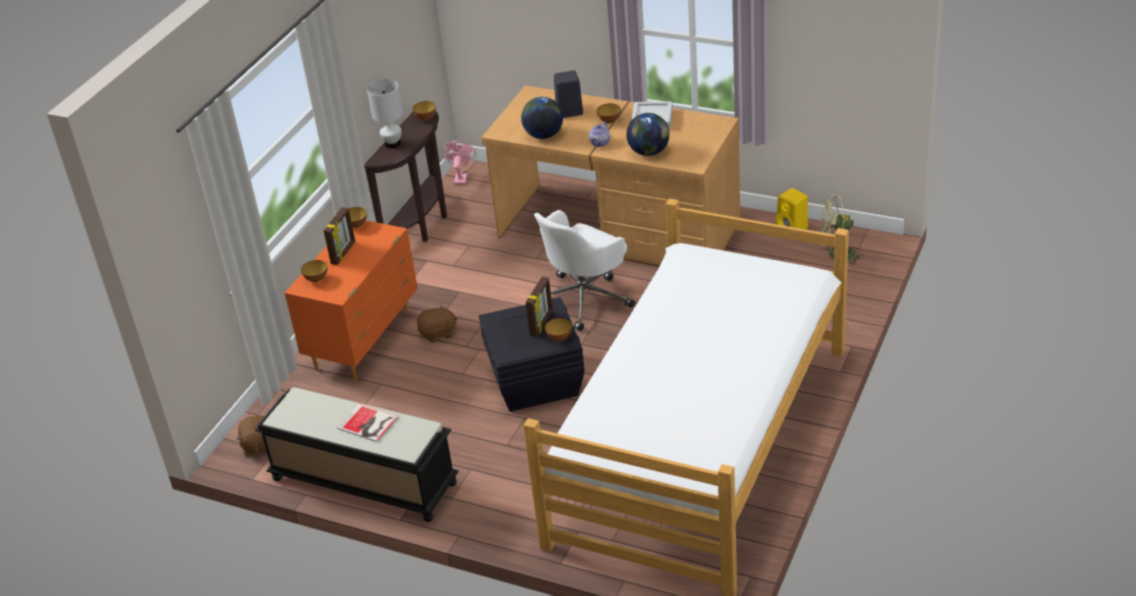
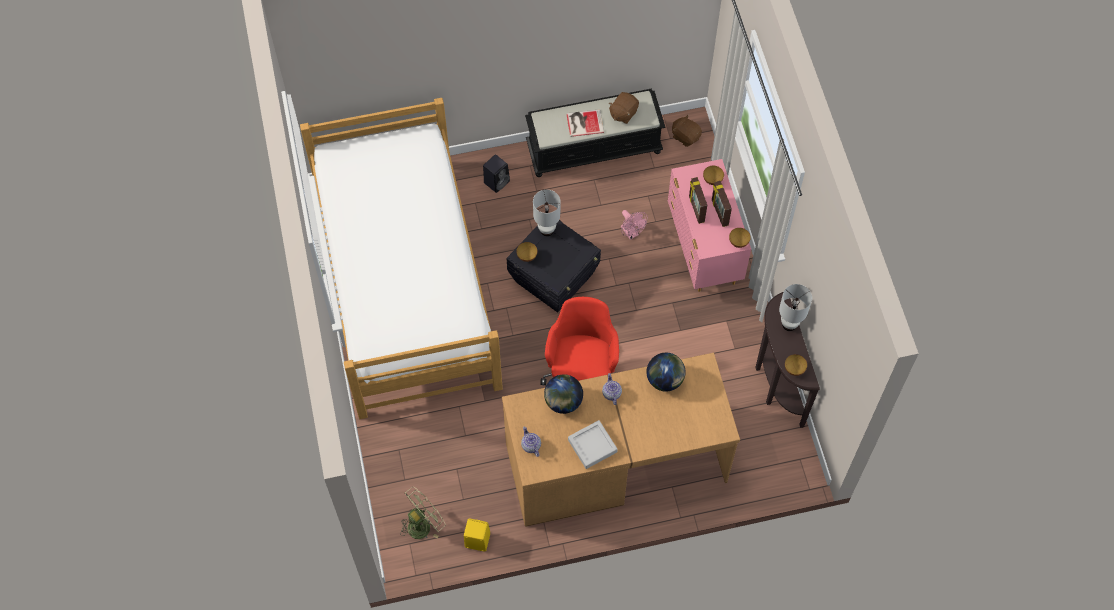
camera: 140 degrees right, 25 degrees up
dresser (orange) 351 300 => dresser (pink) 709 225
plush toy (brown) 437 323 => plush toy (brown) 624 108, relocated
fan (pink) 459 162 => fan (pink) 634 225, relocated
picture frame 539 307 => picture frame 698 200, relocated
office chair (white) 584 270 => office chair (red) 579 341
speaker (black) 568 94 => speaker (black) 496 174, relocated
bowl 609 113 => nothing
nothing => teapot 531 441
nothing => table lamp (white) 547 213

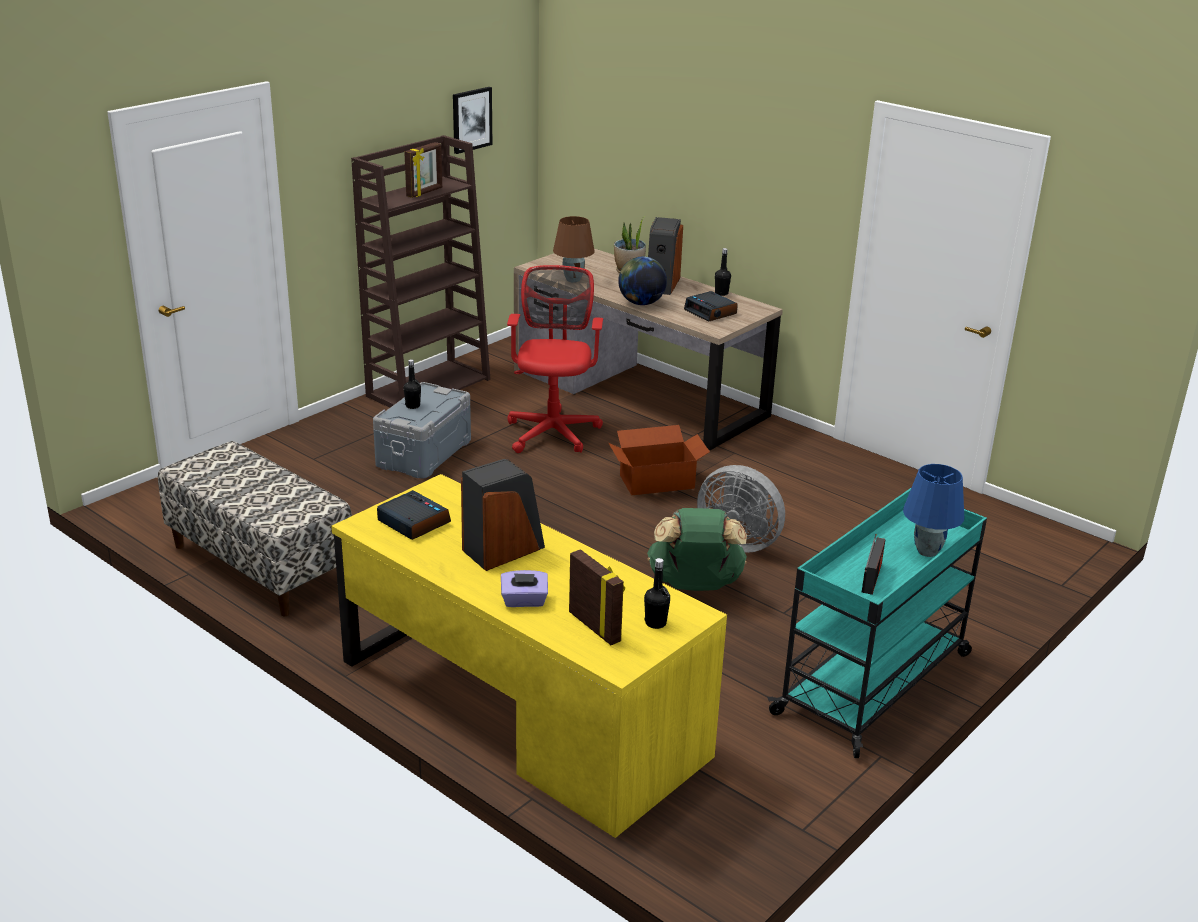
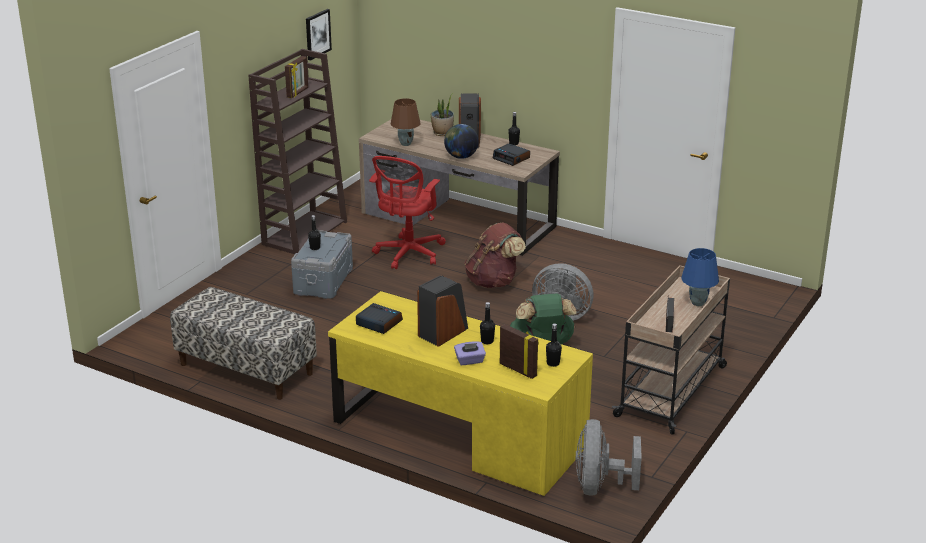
camera: 10 degrees left, 0 degrees up
office chair (red) 555 359 => office chair (red) 407 212, 150 degrees counterclockwise
cardboard box 659 460 => backpack (brown) 495 255
cart (turquoise) 877 623 => cart (beige) 670 350
nothing => bottle (black) 487 323
nothing => fan (grey) 609 457

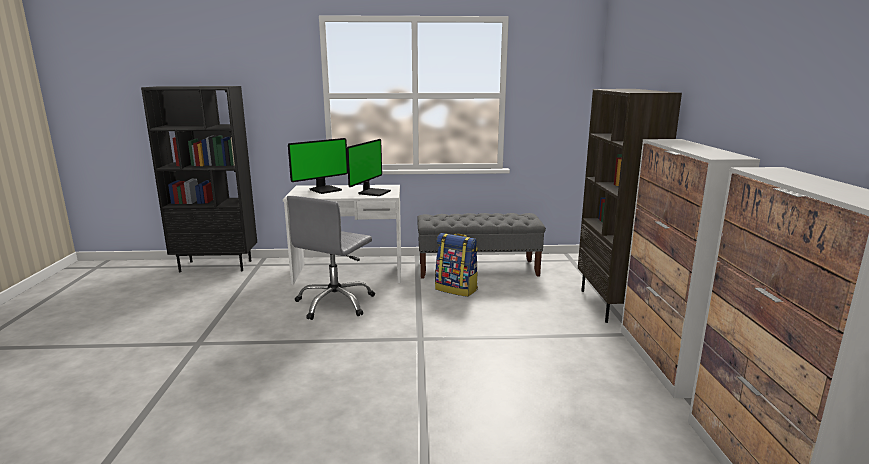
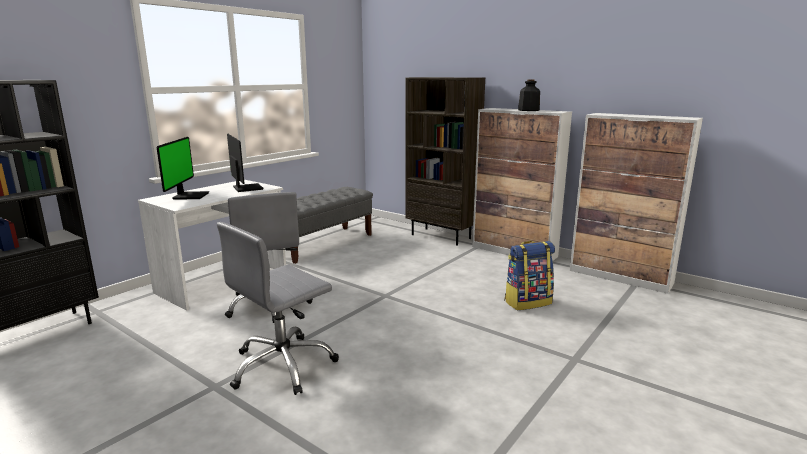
camera: 50 degrees left, 0 degrees up
backpack 456 265 => backpack 530 275, relocated
nothing => office chair (grey) 278 308
nothing => bottle 529 95

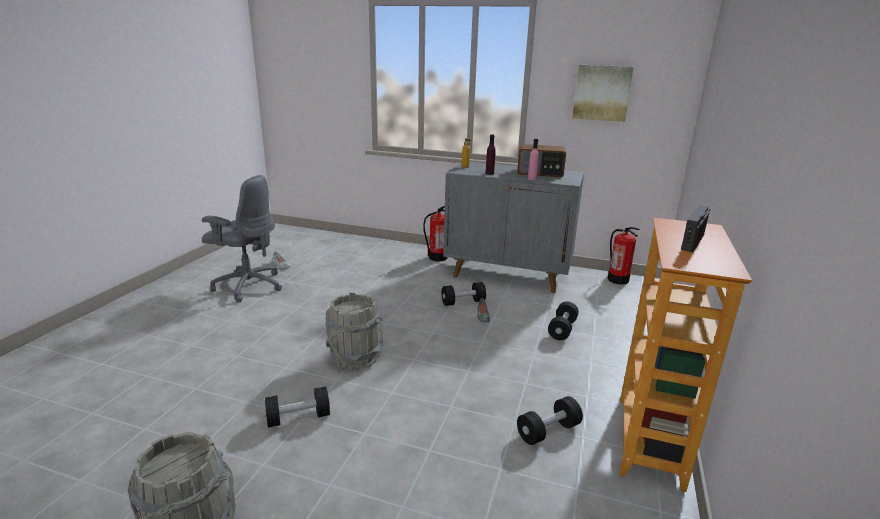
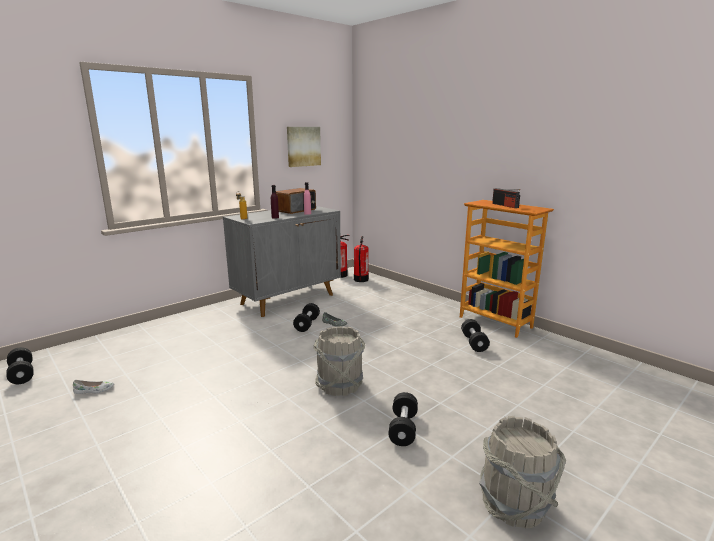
camera: 60 degrees left, 5 degrees down
office chair (grey) 242 238 => nothing
fire extinguisher 435 233 => fire extinguisher 361 259, relocated
dumbbell (black) 563 320 => dumbbell (black) 20 365, relocated

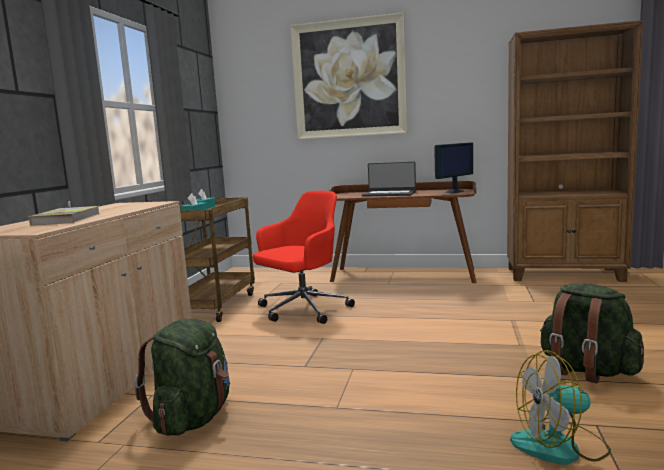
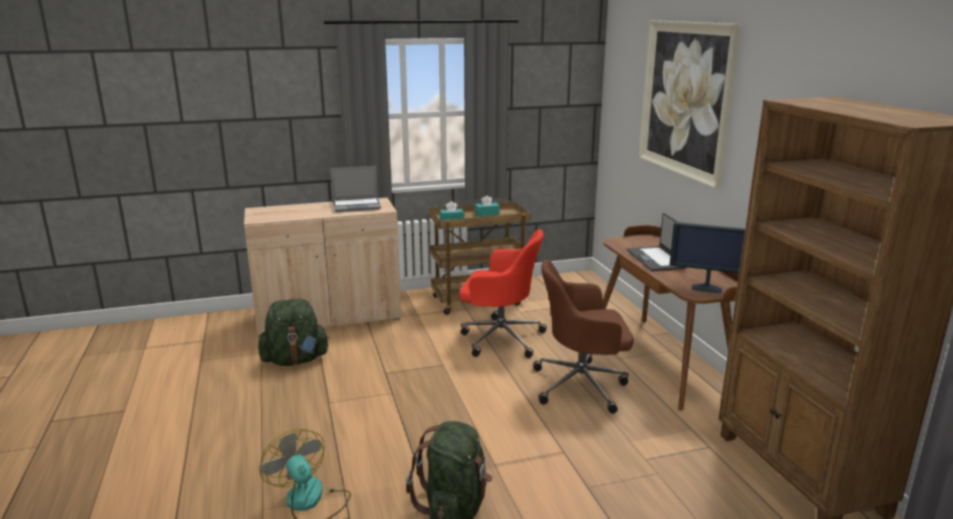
camera: 60 degrees right, 10 degrees up
book 63 216 => nothing
nothing => laptop 356 189
nothing => office chair (brown) 583 336

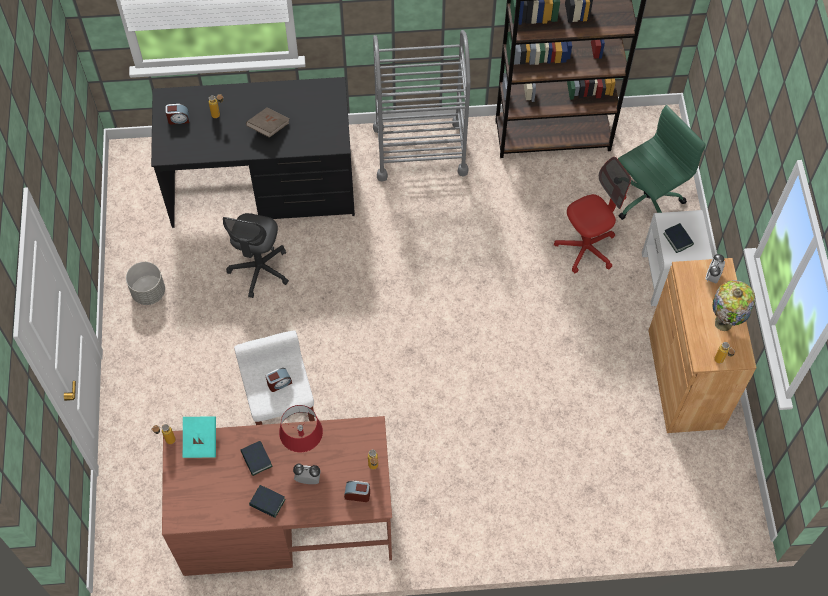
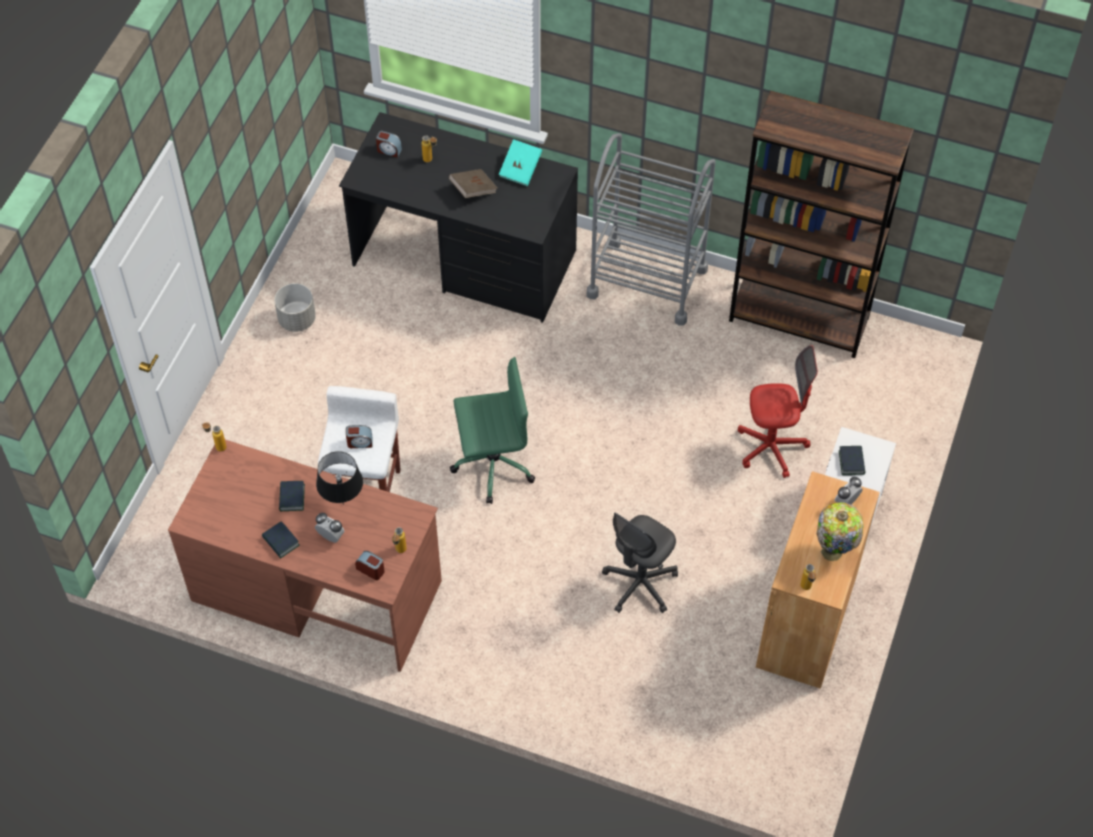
camera: 25 degrees right, 5 degrees down
book (turquoise) 199 437 => book (turquoise) 520 162, relocated
office chair (grey) 256 255 => office chair (grey) 640 563, relocated
table lamp (red) 301 428 => table lamp (black) 339 478
office chair (green) 662 162 => office chair (green) 492 430, relocated

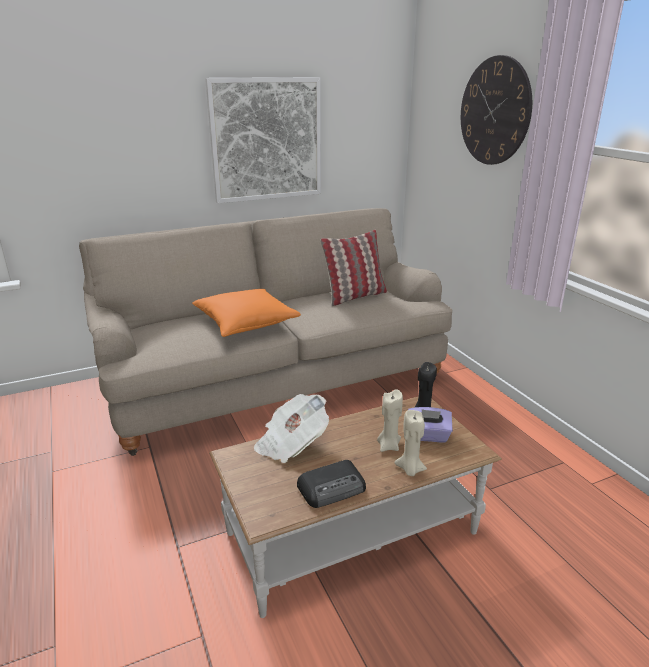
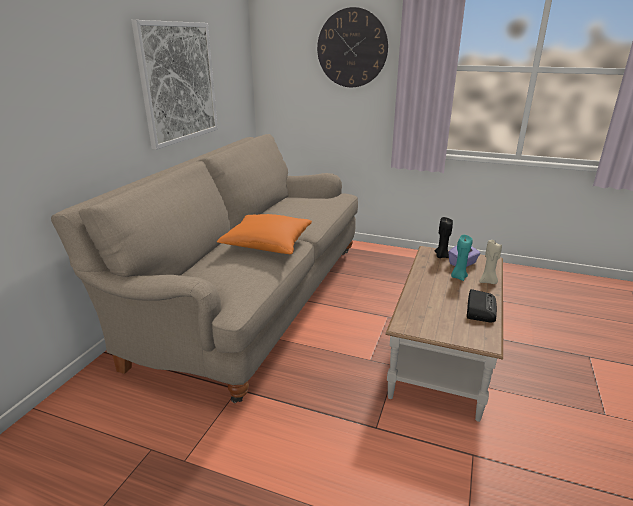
camera: 45 degrees left, 0 degrees up
newspaper 291 428 => nothing
pillow 353 268 => nothing
candle (beige) 390 420 => candle (turquoise) 462 258

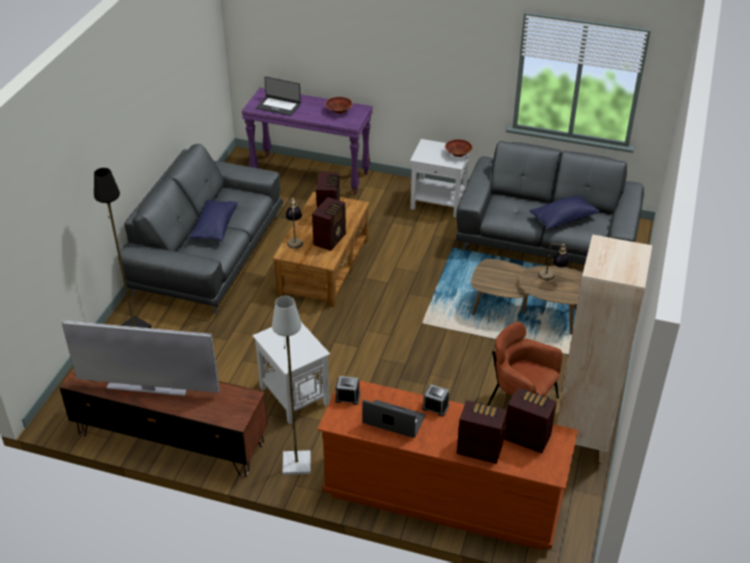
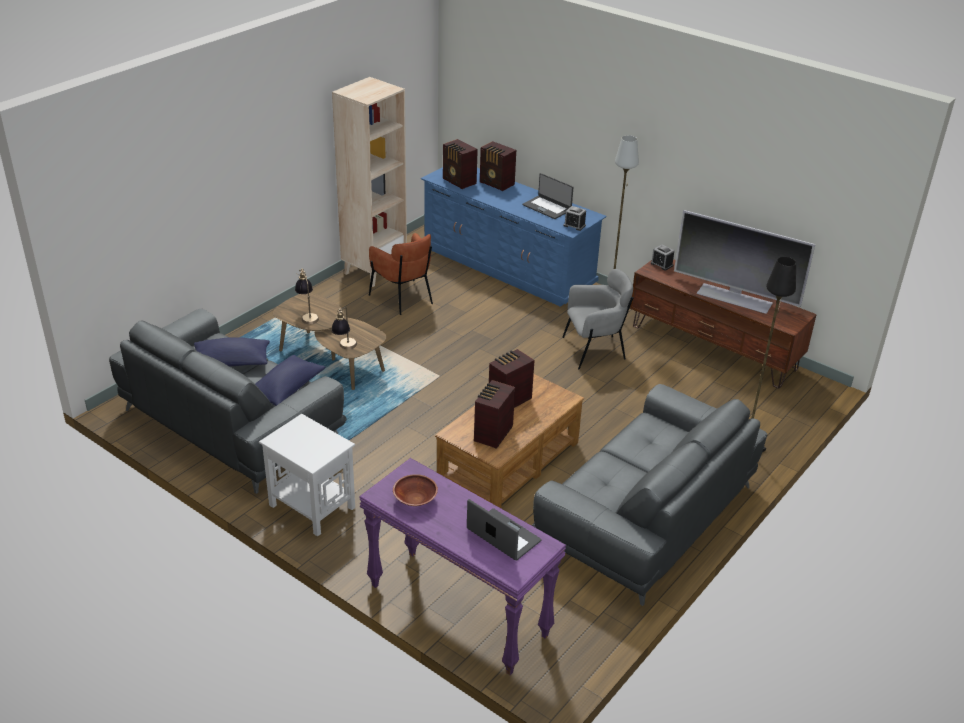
camera: 160 degrees left, 5 degrees down
pillow (blue) 213 220 => pillow (blue) 290 380, relocated
side table (white) 291 373 => armchair (grey) 597 319
table lamp 294 223 => table lamp 344 328, relocated
dresser (brown) 447 465 => dresser (blue) 513 237
alarm clock 435 400 => alarm clock 662 258, relocated
bowl (brown) 459 148 => nothing

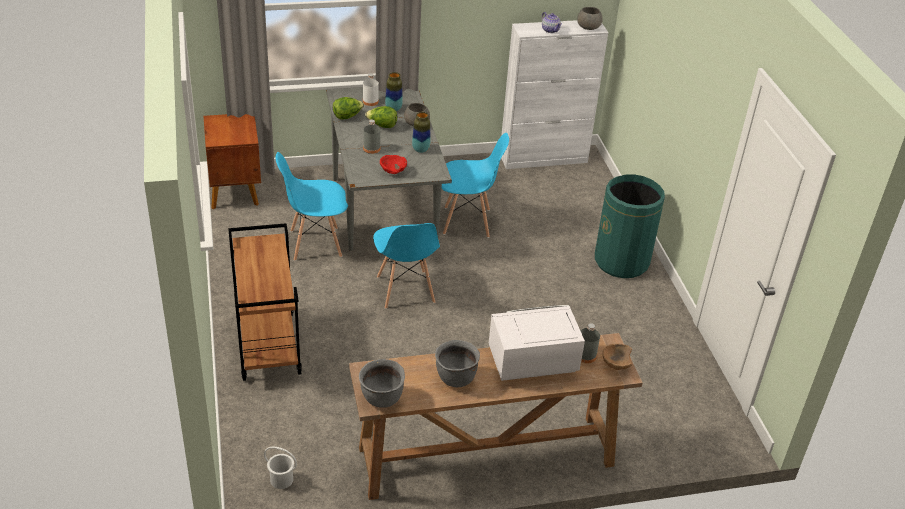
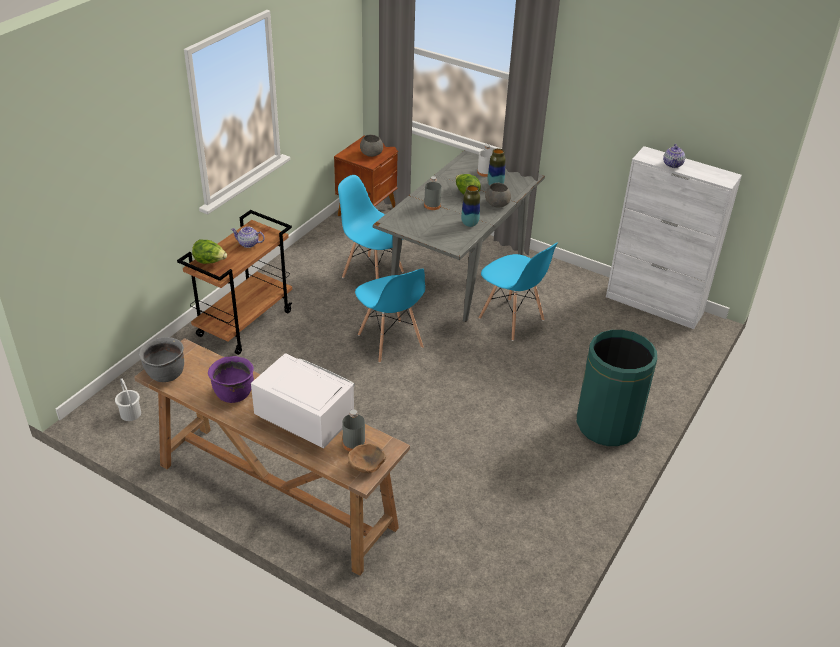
camera: 45 degrees right, 0 degrees up
lettuce 348 108 => lettuce 209 252, relocated
chair (blue) 406 266 => chair (blue) 390 316, 60 degrees counterclockwise
bowl (red) 393 164 => nothing
cooking pot (grey) 457 363 => cooking pot (purple) 231 379
bowl (grey) 590 18 => bowl (grey) 371 146, relocated
nothing => teapot 248 237

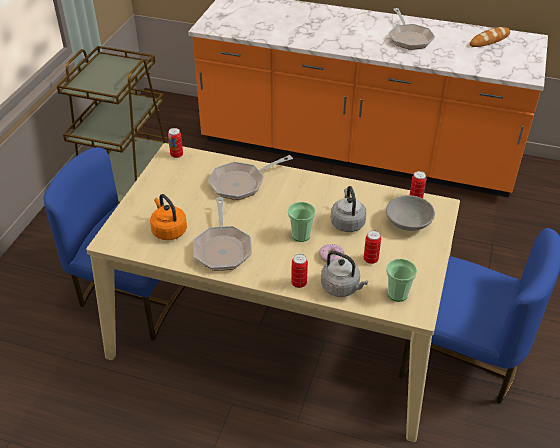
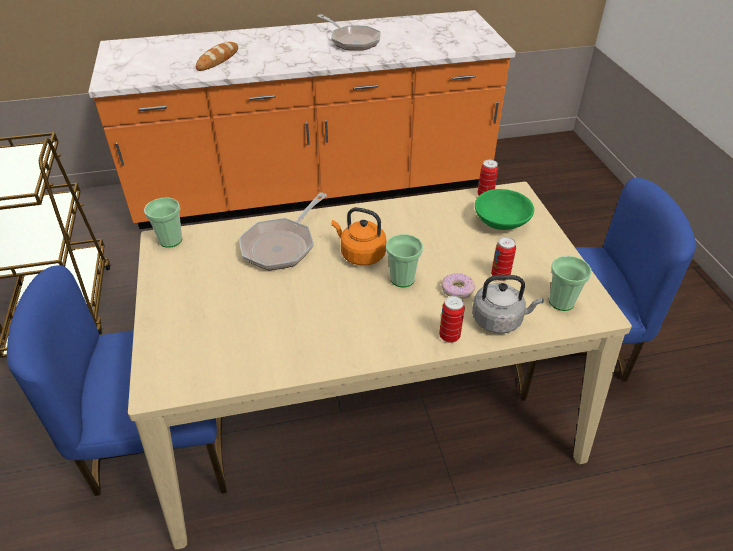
camera: 30 degrees left, 0 degrees up
kettle (orange) 168 217 => kettle (orange) 359 236, relocated
can 175 143 => cup 163 223
frying pan 222 234 => nothing
kettle (grey) 348 209 => nothing
bowl (grey) 410 213 => bowl (green) 504 209
bread 490 37 => bread 217 56, relocated

